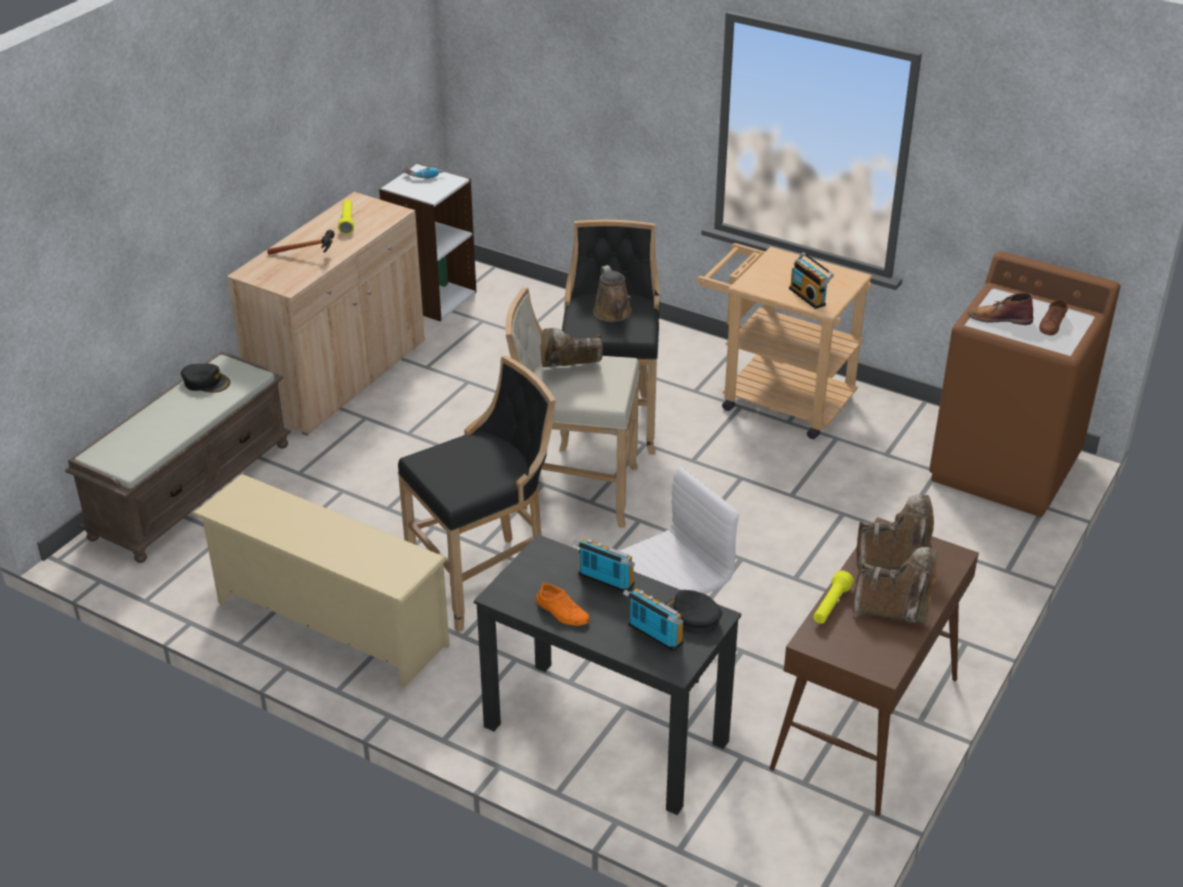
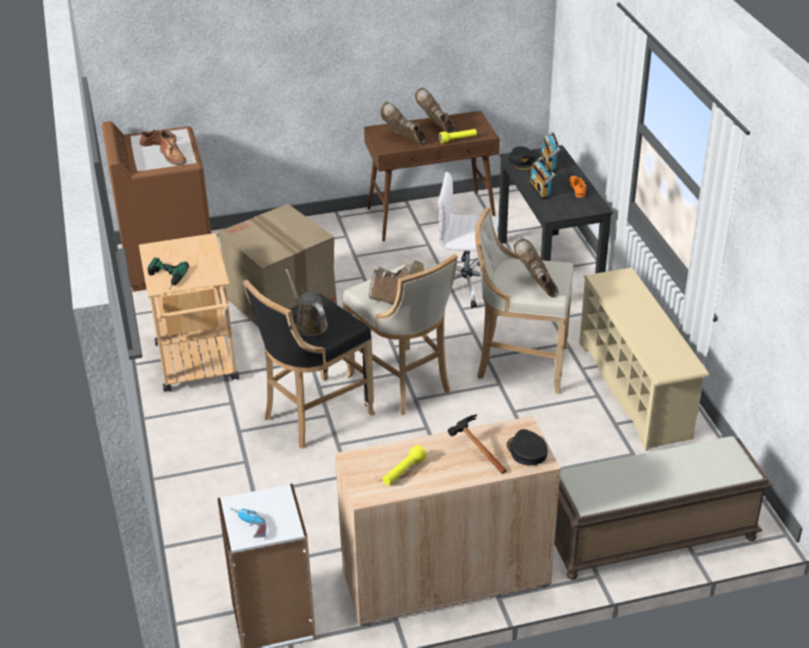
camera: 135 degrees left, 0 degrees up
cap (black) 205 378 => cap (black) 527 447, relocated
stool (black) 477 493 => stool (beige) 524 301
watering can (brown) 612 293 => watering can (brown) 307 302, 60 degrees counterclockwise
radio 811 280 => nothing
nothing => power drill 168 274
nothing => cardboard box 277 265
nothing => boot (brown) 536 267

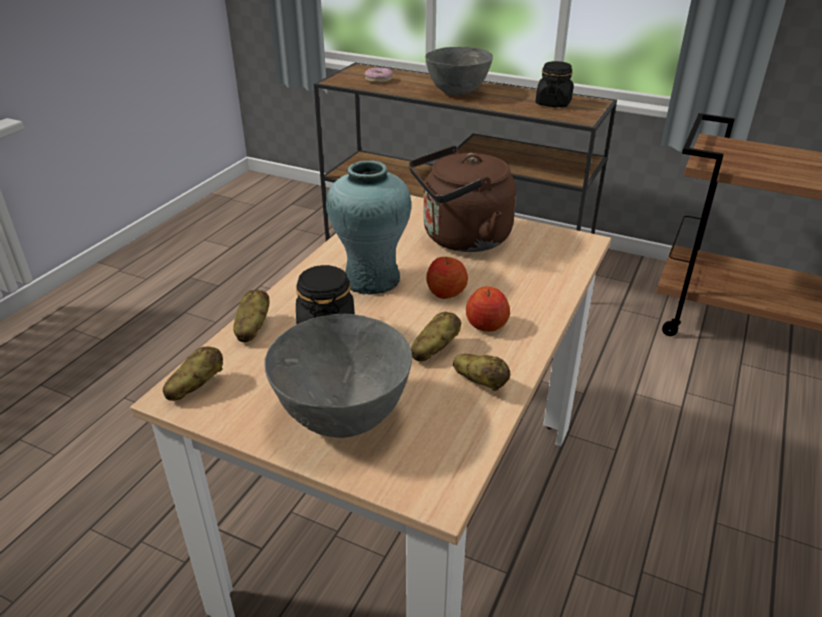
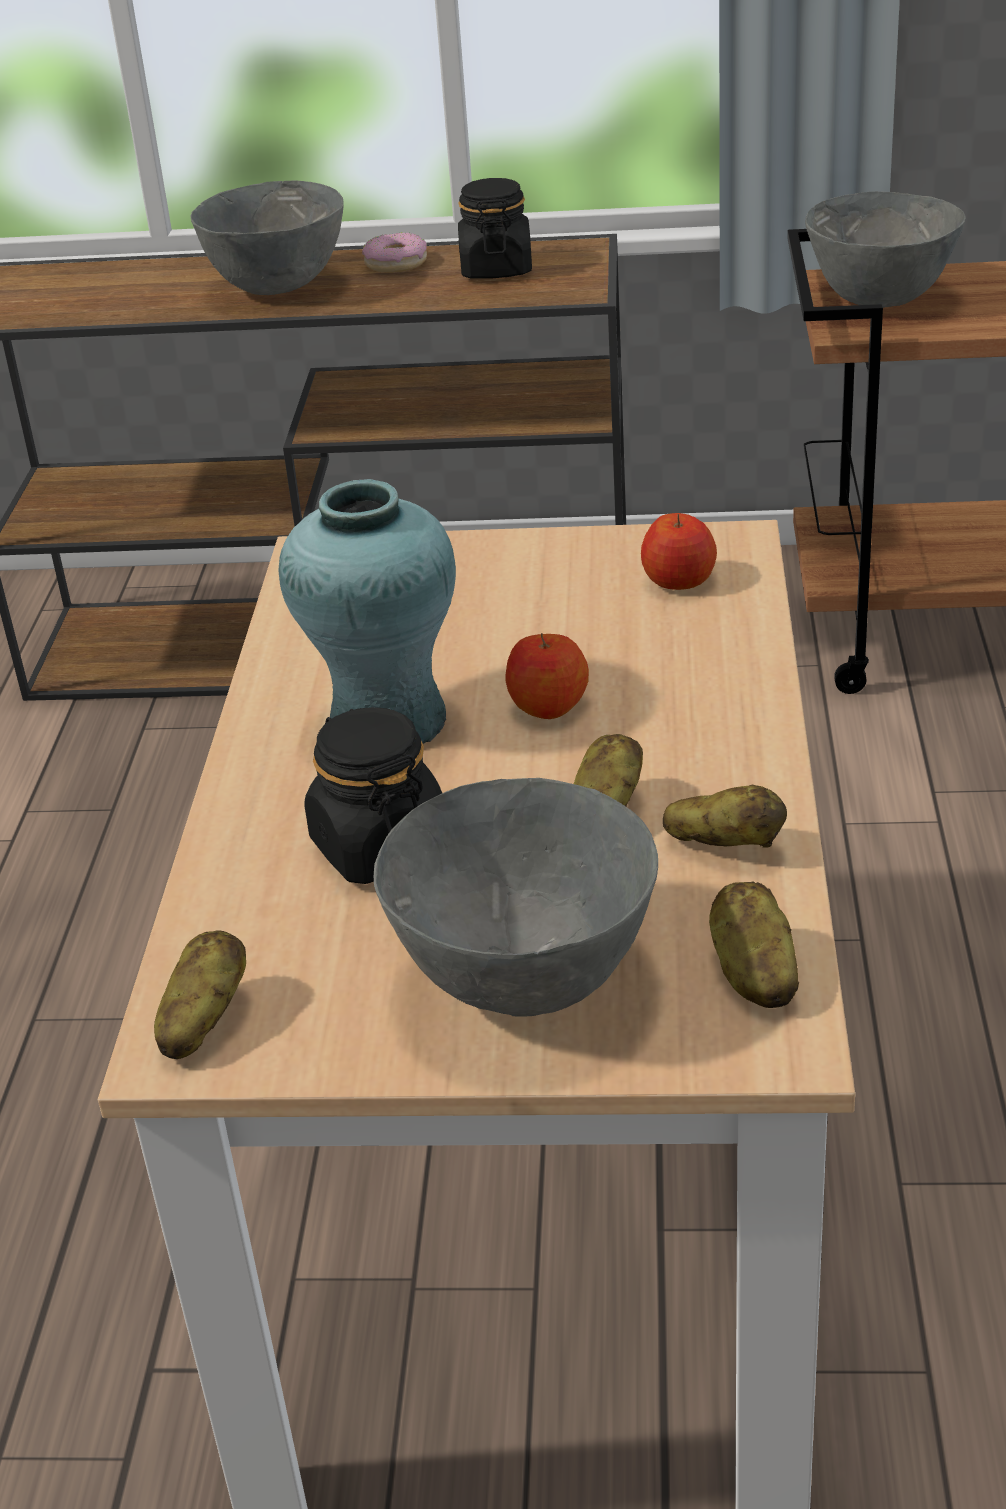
camera: 20 degrees left, 0 degrees up
potato 251 316 => potato 754 944, relocated
donut 379 75 => donut 394 252, relocated
kettle (brown) 462 198 => nothing
apple 488 309 => apple 679 551, relocated
nothing => bowl (grey) 885 249

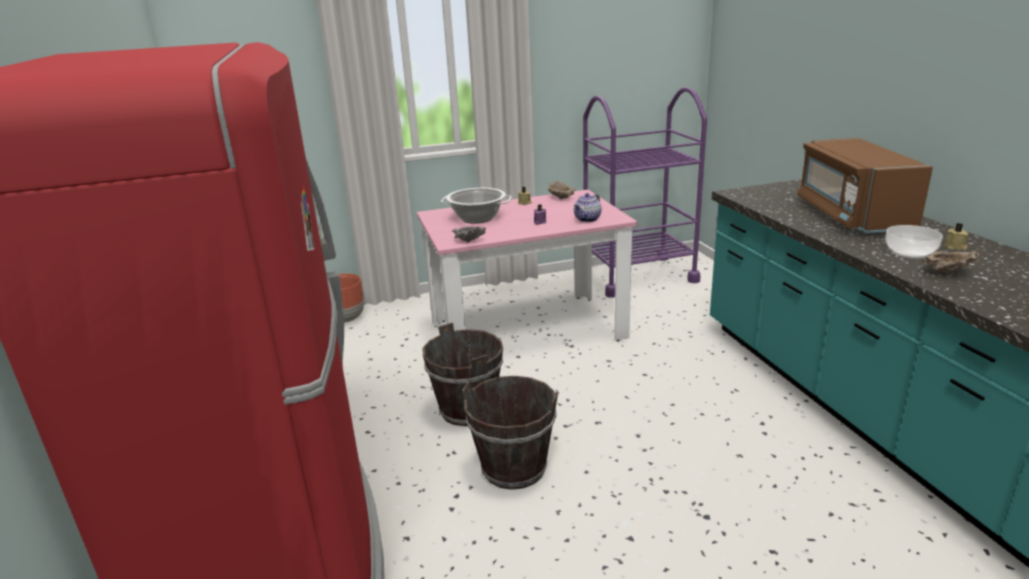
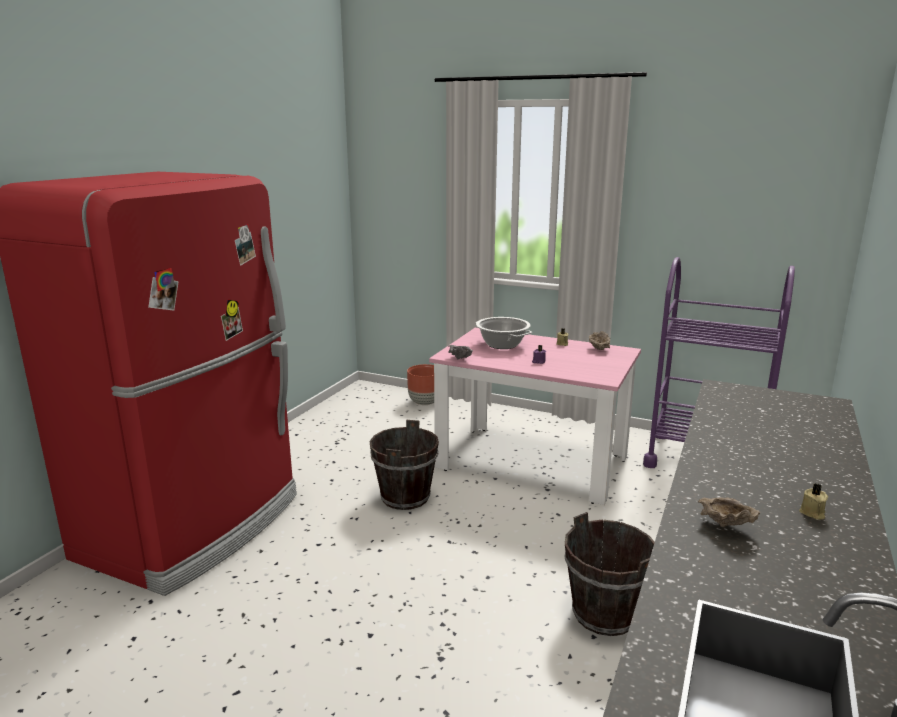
camera: 40 degrees right, 5 degrees down
bucket (brown) 510 433 => bucket (brown) 610 574, relocated
teapot 588 207 => nothing
microwave (brown) 865 185 => nothing
bowl 914 242 => nothing

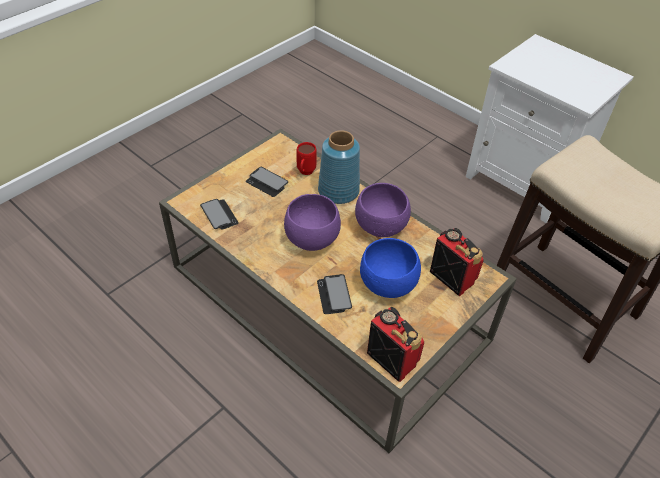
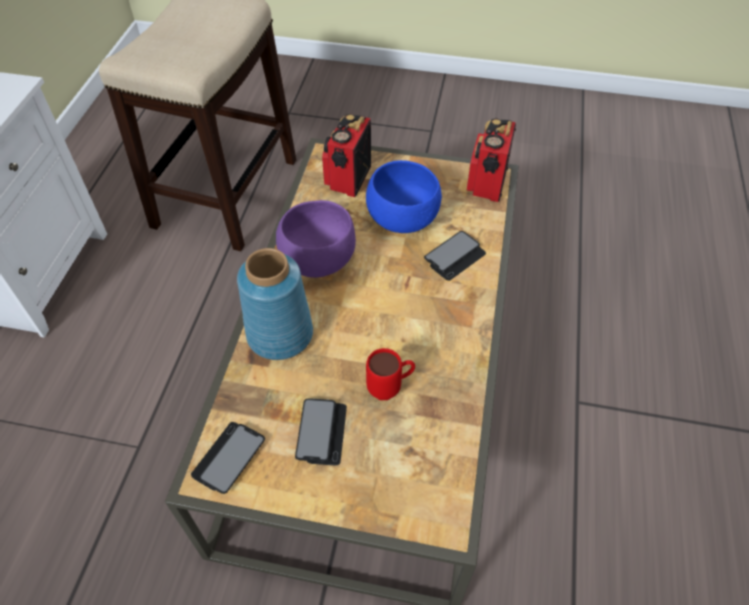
camera: 120 degrees left, 5 degrees up
phone 219 214 => phone 228 458, relocated
bowl (purple) 312 222 => nothing
mug (red) 307 158 => mug (red) 390 374, relocated

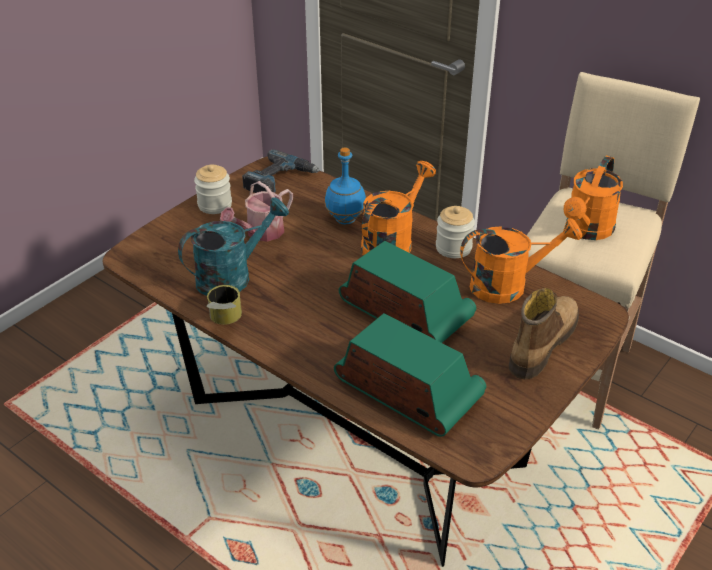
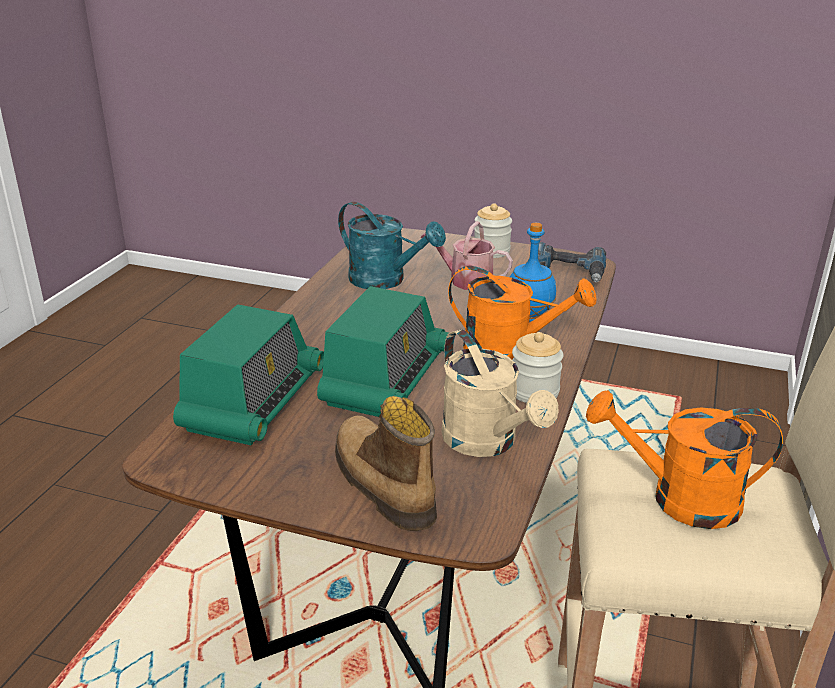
camera: 70 degrees right, 10 degrees down
can 224 305 => nothing
watering can (orange) 521 261 => watering can (beige) 500 393
boot 544 333 => boot 386 463, 135 degrees counterclockwise

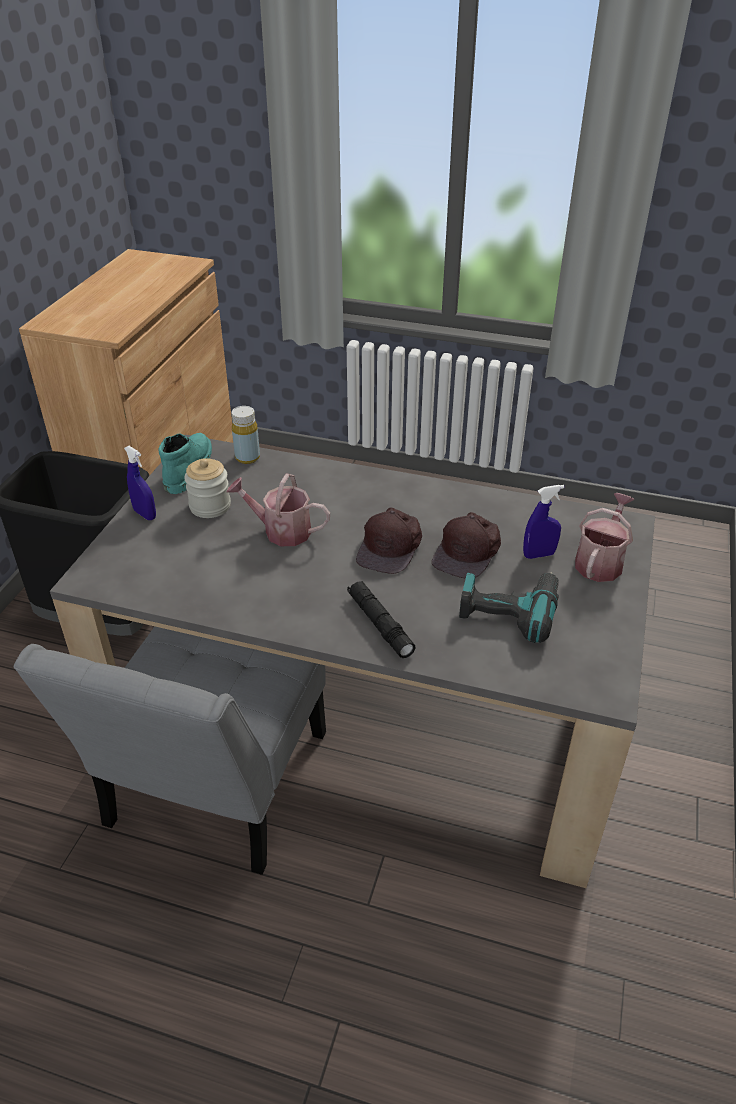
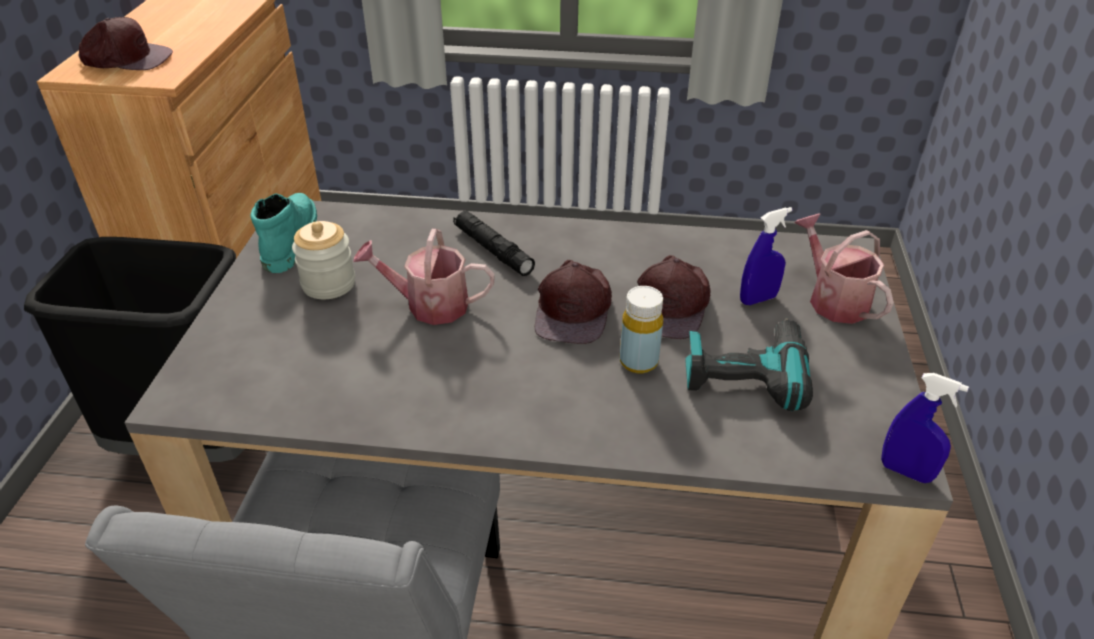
camera: 10 degrees left, 0 degrees up
spray bottle (blue) 140 483 => spray bottle (blue) 925 428, relocated
bottle (yellow) 246 435 => bottle (yellow) 641 329, relocated
flashlight (black) 381 619 => flashlight (black) 494 243, relocated
watering can 605 537 => watering can 844 268, 45 degrees counterclockwise
nothing => cap (brown) 125 43

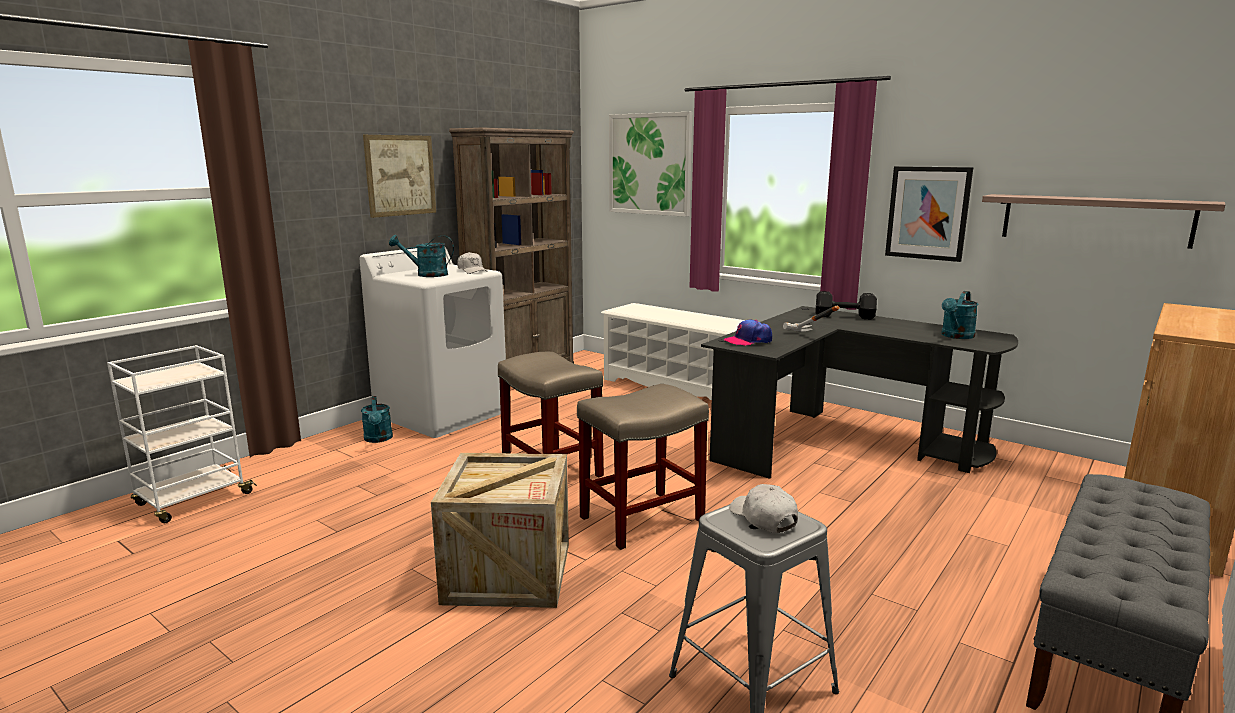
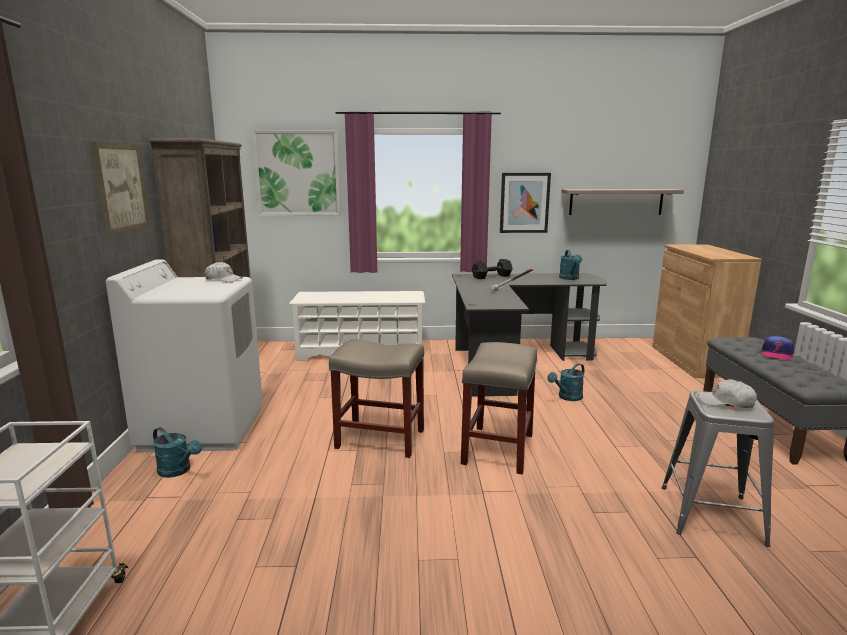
camera: 40 degrees left, 0 degrees up
watering can (turquoise) 421 256 => watering can (turquoise) 566 382, relocated
crate 500 530 => nothing
cap 747 333 => cap 778 348, relocated

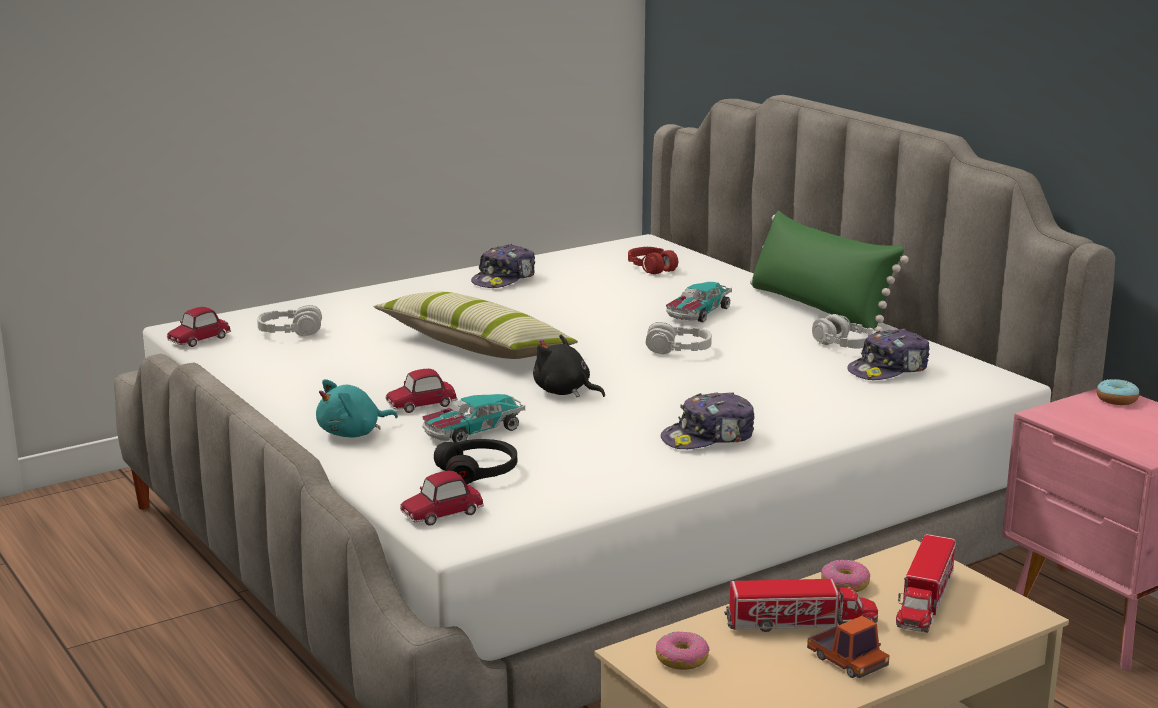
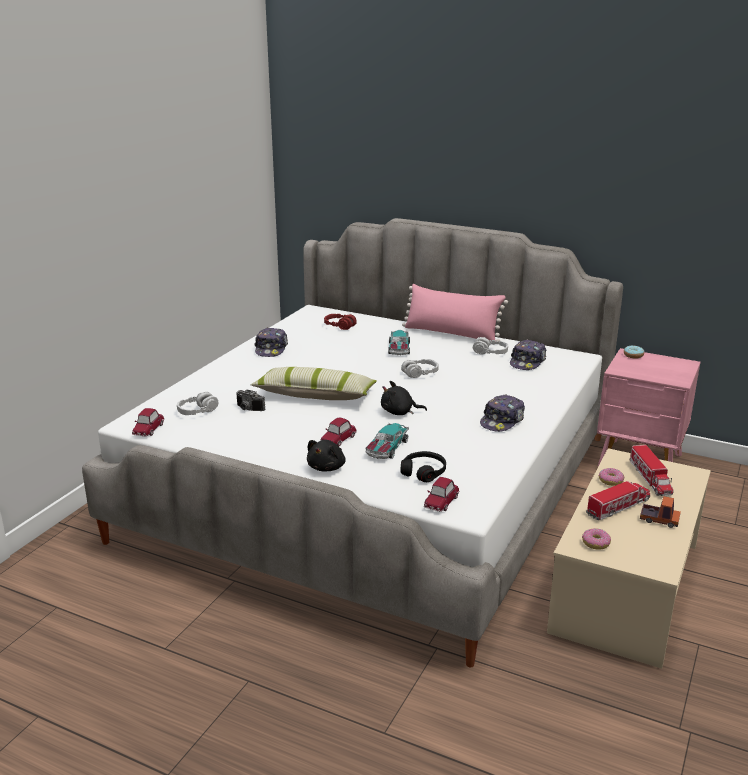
camera: 30 degrees left, 5 degrees up
plush toy (turquoise) 357 408 => plush toy (black) 326 455
pillow (green) 829 271 => pillow (pink) 455 313
nothing => photo camera 250 400

